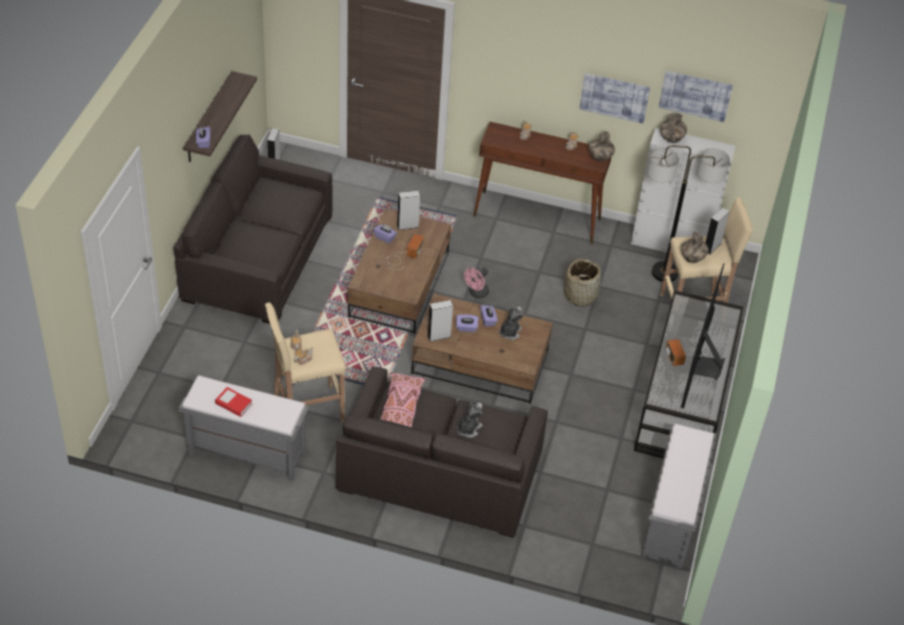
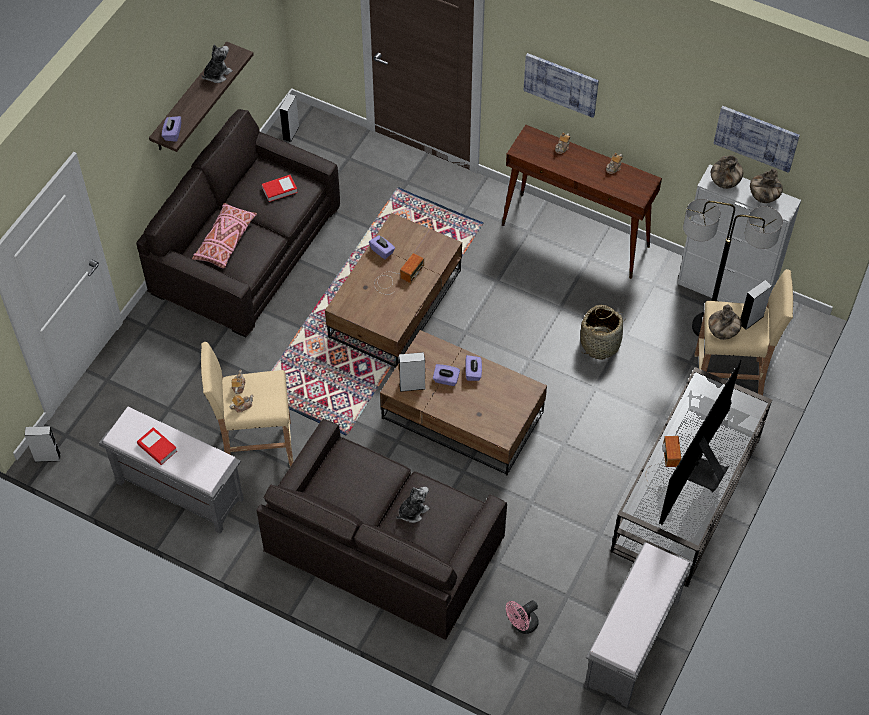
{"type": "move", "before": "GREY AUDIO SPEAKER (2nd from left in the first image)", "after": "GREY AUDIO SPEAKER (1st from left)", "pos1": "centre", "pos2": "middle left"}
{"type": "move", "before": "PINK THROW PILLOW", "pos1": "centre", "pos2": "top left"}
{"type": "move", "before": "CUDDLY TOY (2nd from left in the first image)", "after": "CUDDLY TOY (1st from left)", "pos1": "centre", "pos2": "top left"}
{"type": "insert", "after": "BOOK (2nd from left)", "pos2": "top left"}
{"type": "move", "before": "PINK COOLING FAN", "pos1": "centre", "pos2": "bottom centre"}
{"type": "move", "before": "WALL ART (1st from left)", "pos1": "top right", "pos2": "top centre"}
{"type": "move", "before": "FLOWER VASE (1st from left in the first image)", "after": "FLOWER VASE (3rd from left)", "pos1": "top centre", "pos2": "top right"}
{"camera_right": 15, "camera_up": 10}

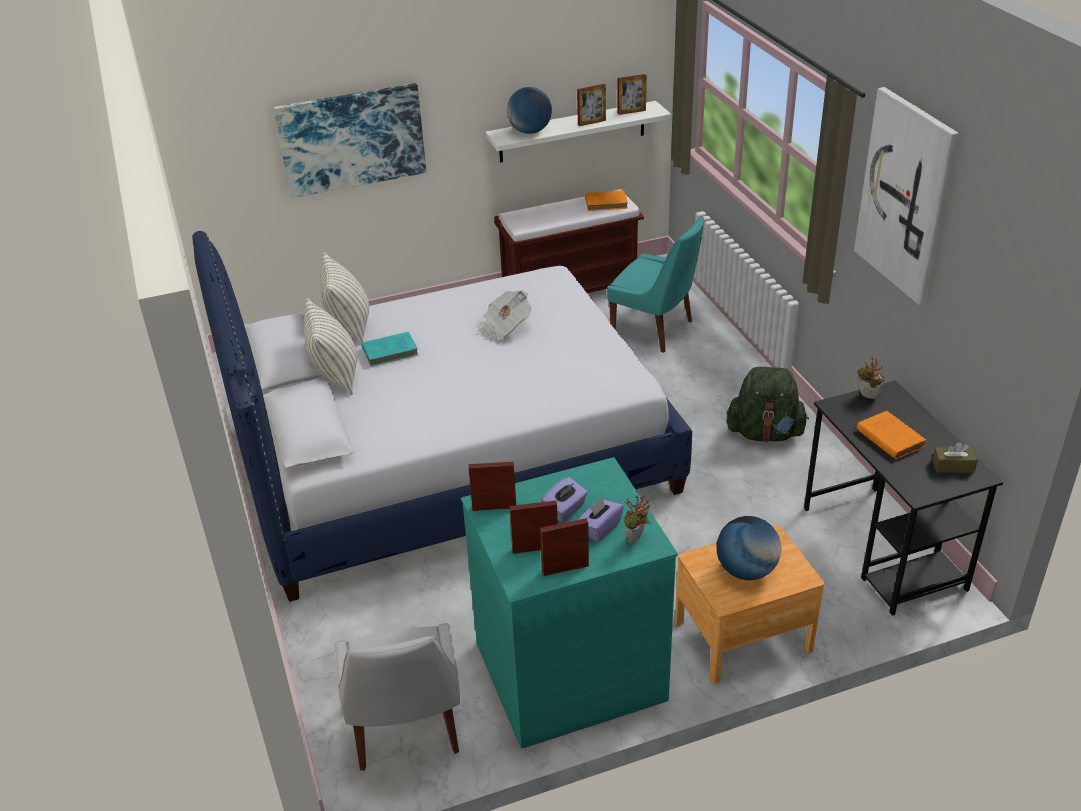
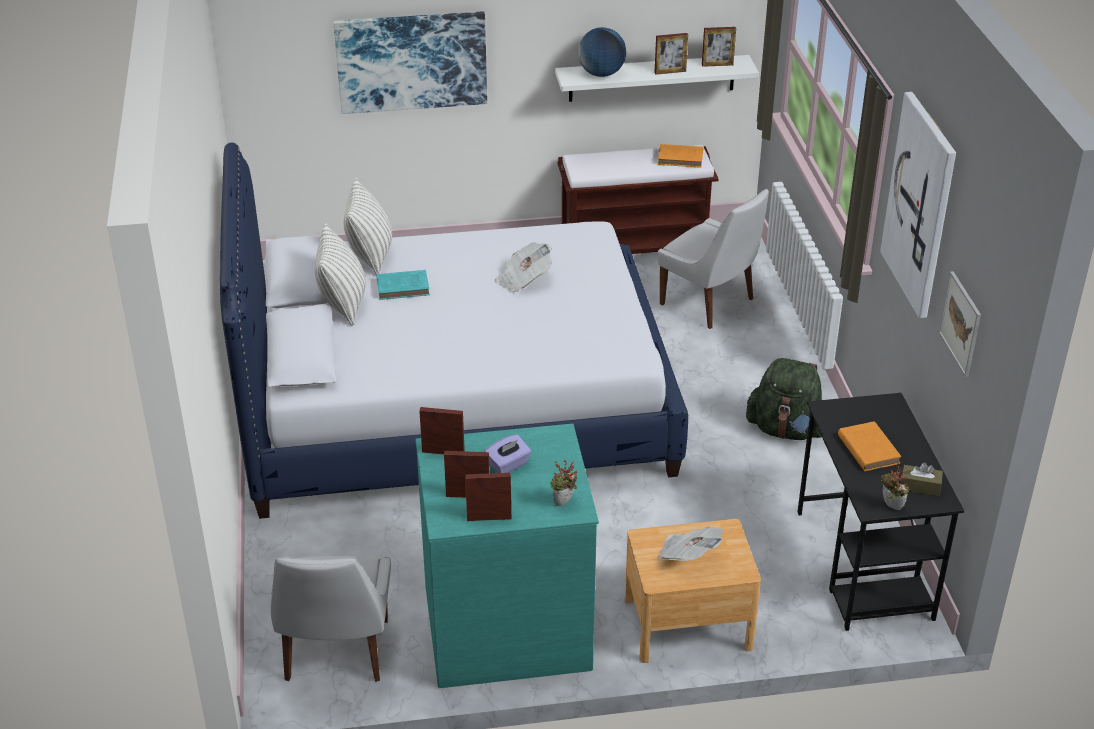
{"type": "replace", "before": "WORLD GLOBE (2nd from left)", "after": "NEWSPAPER (2nd from left)", "pos1": "bottom right", "pos2": "bottom centre"}
{"type": "recolor", "before": "BLUE-GREEN CHAIR", "after": "WHITE CHAIR (2nd from left)", "pos1": "centre", "pos2": "centre"}
{"type": "move", "before": "POTTED PLANT (2nd from left)", "pos1": "middle right", "pos2": "bottom right"}
{"type": "insert", "after": "WALL ART (3rd from left)", "pos2": "middle right"}
{"type": "delete", "before": "PURPLE-COLOURED TISSUE HOLDER (2nd from left)", "pos1": "centre"}
{"camera_right": 10, "camera_up": 0}

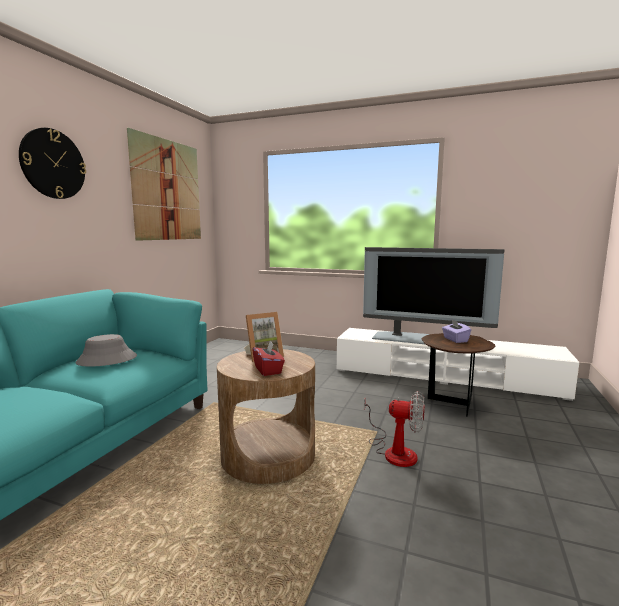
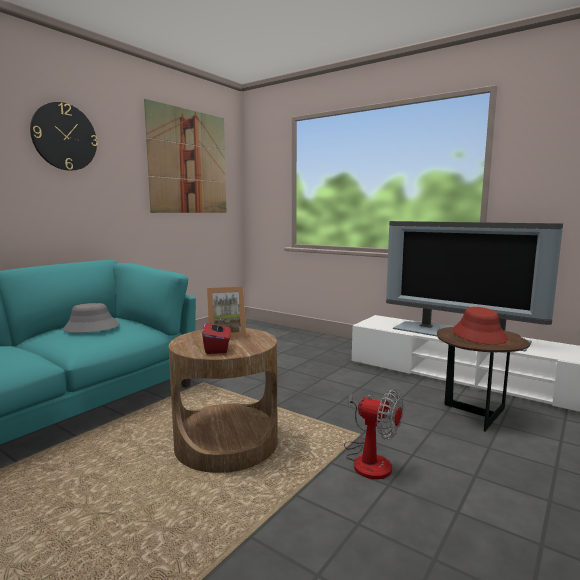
{"type": "replace", "before": "PURPLE-COLOURED TISSUE HOLDER", "after": "RED-COLOURED HAT", "pos1": "middle right", "pos2": "middle right"}
{"camera_right": 15, "camera_up": 0}

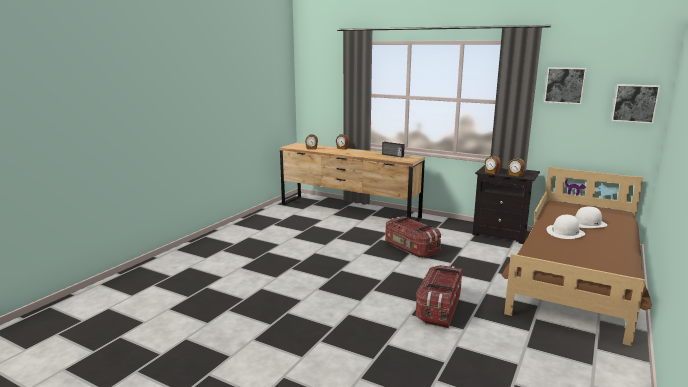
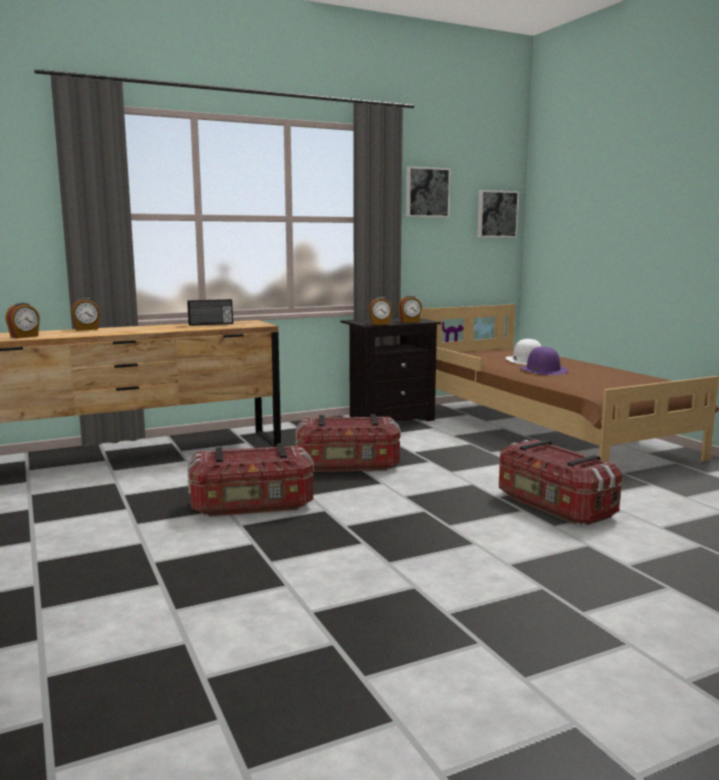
{"type": "insert", "after": "STORAGE BOX (1st from left)", "pos2": "centre"}
{"type": "recolor", "before": "WHITE HAT (1st from left)", "after": "PURPLE-COLOURED HAT", "pos1": "middle right", "pos2": "middle right"}
{"camera_right": -55, "camera_up": -5}

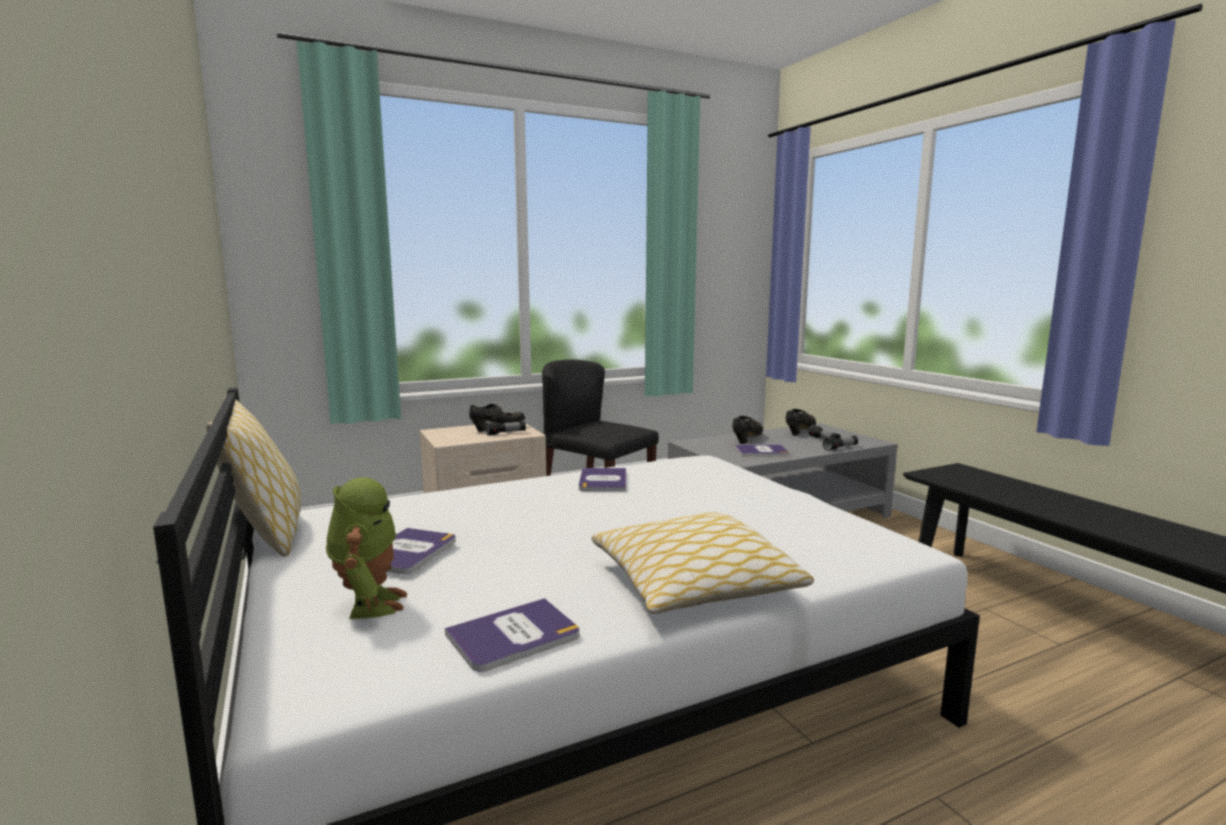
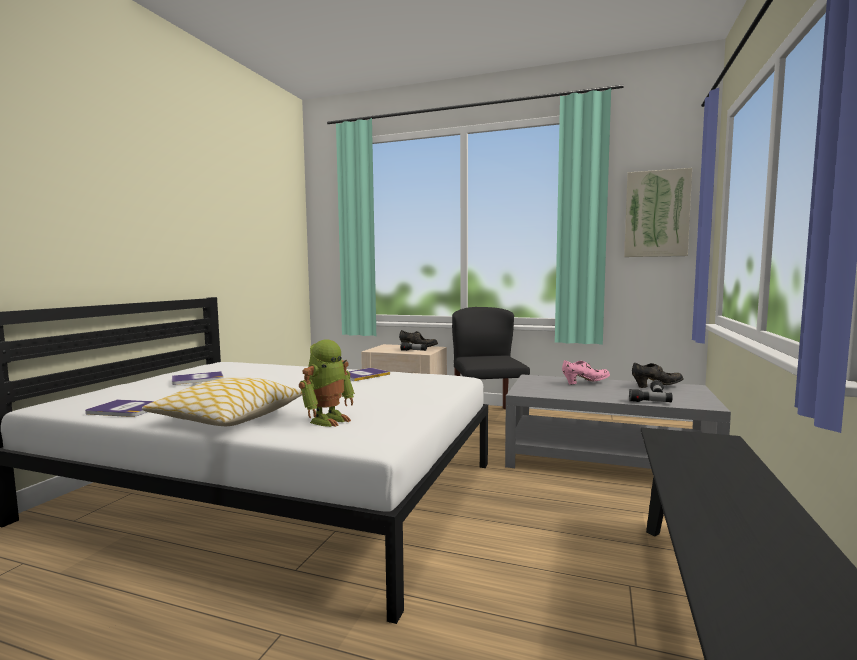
{"type": "move", "before": "TOY ROBOT", "pos1": "middle left", "pos2": "centre"}
{"type": "recolor", "before": "BLACKISH ITEM OF FOOTWEAR (2nd from left)", "after": "PINK ITEM OF FOOTWEAR", "pos1": "centre", "pos2": "middle right"}
{"type": "insert", "after": "WALL ART", "pos2": "top right"}
{"type": "delete", "before": "THROW PILLOW (1st from left)", "pos1": "middle left"}
{"type": "delete", "before": "BOOK (4th from left)", "pos1": "centre"}
{"camera_right": 45, "camera_up": -5}

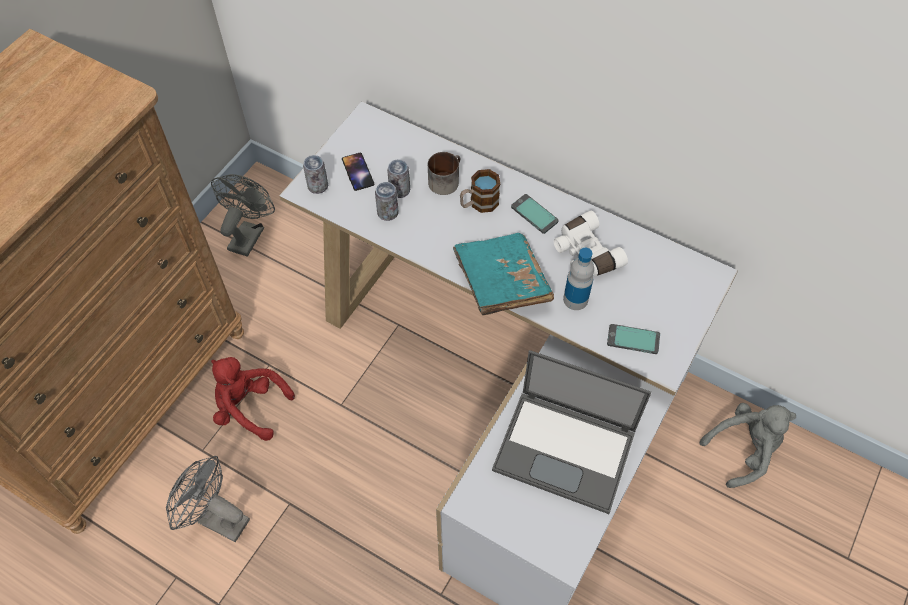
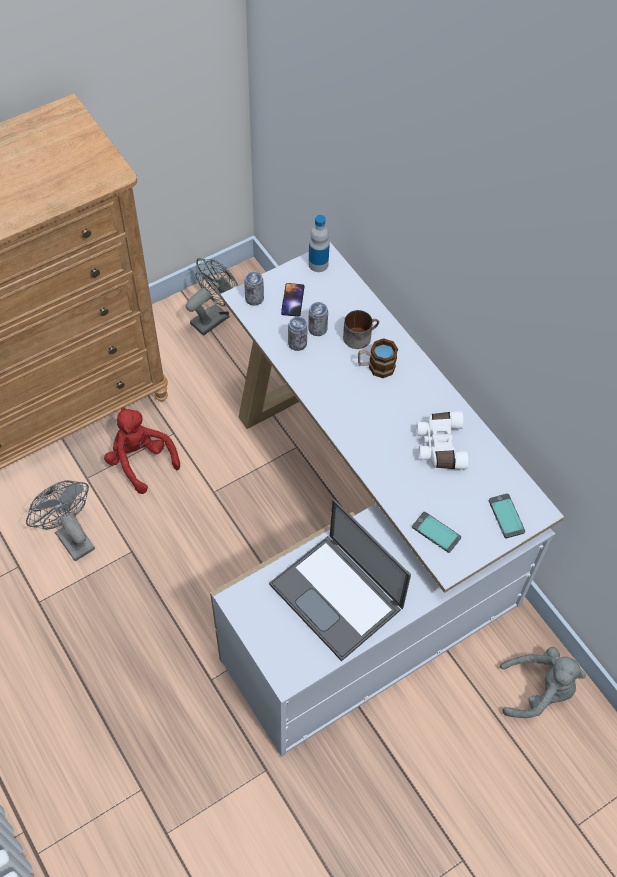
{"type": "move", "before": "DRINK BOTTLE", "pos1": "centre", "pos2": "top centre"}
{"type": "move", "before": "PHONE (2nd from left in the first image)", "after": "PHONE (3rd from left)", "pos1": "centre", "pos2": "middle right"}
{"type": "delete", "before": "BLUE-GREEN BOOK", "pos1": "centre"}
{"camera_right": 25, "camera_up": 0}

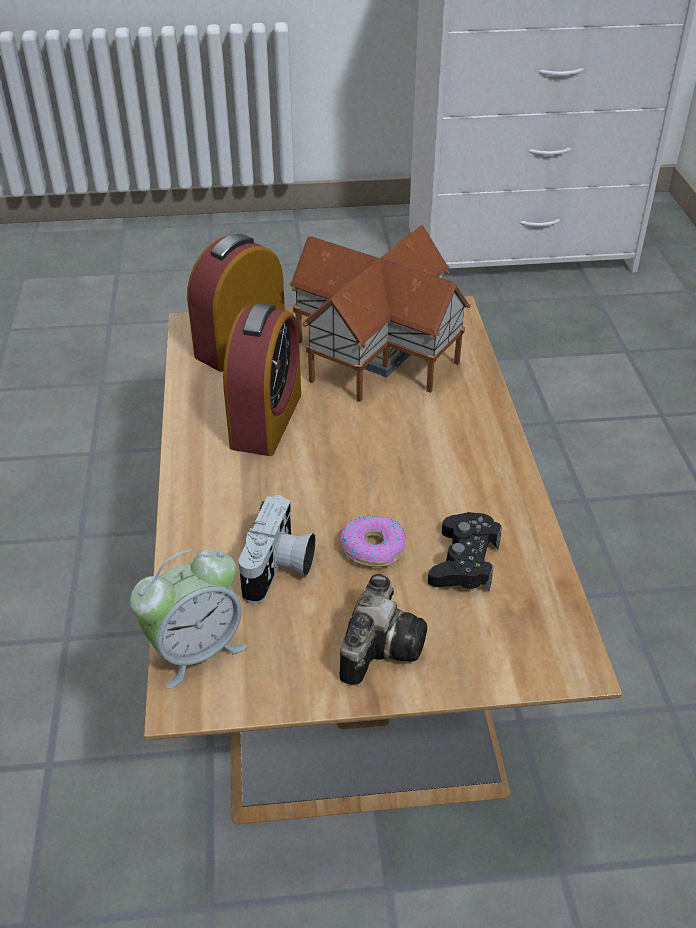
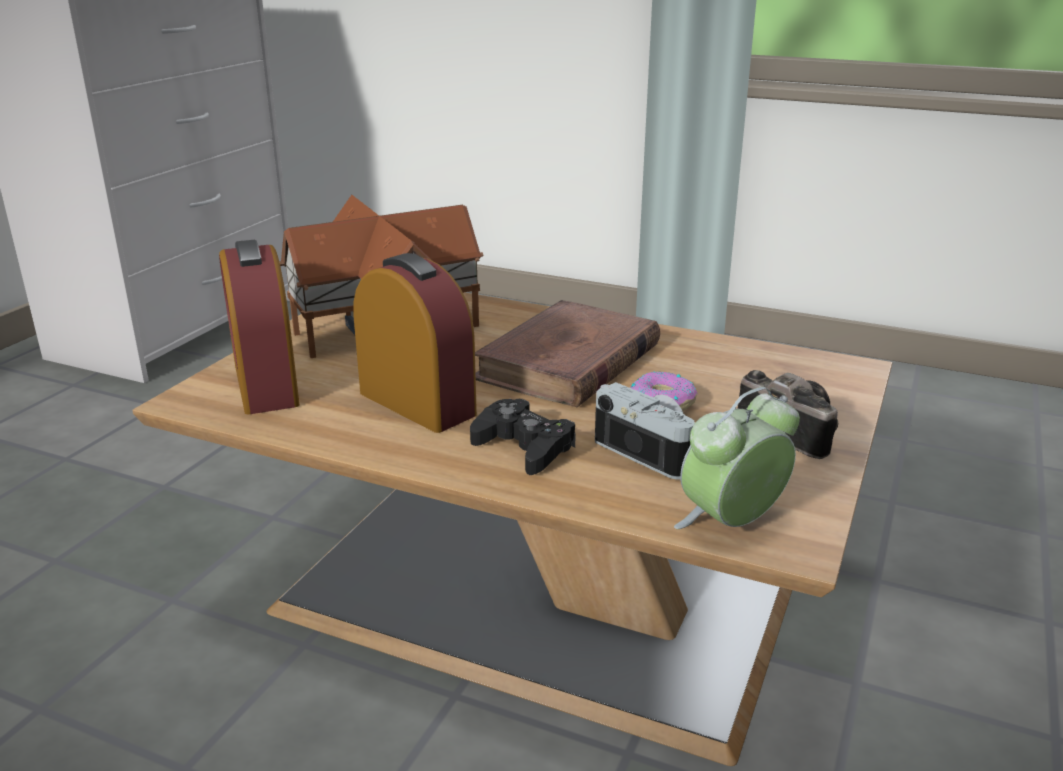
{"type": "move", "before": "BLACKISH GAME CONTROLLER", "pos1": "middle right", "pos2": "centre"}
{"type": "insert", "after": "BROWNISH BOOK", "pos2": "centre"}
{"type": "rotate", "before": "TABLE CLOCK (1st from left in the first image)", "pos1": "bottom left", "pos2": "middle right", "turn": -120}
{"camera_right": -60, "camera_up": -15}

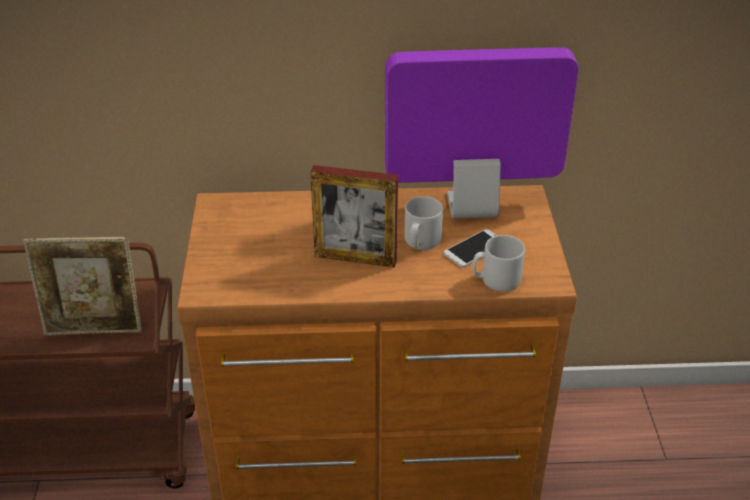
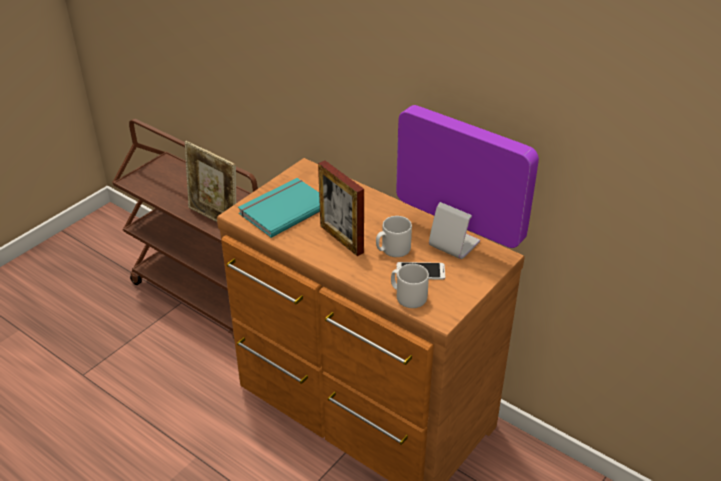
{"type": "insert", "after": "BLUE-GREEN BOOK", "pos2": "centre"}
{"camera_right": 40, "camera_up": 0}

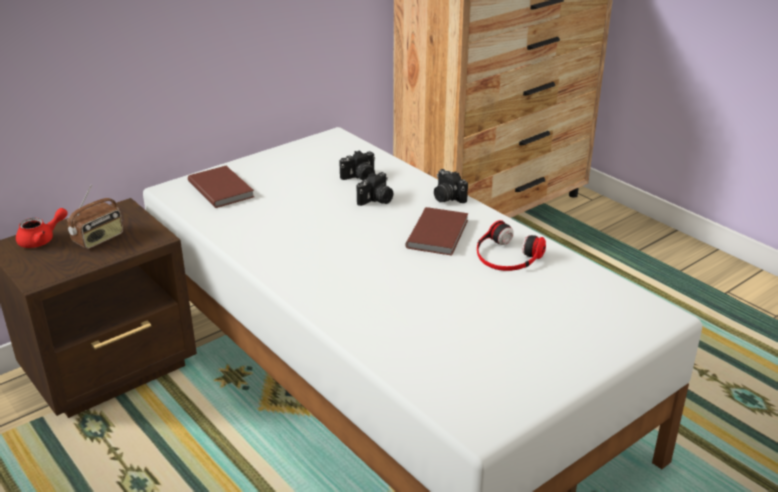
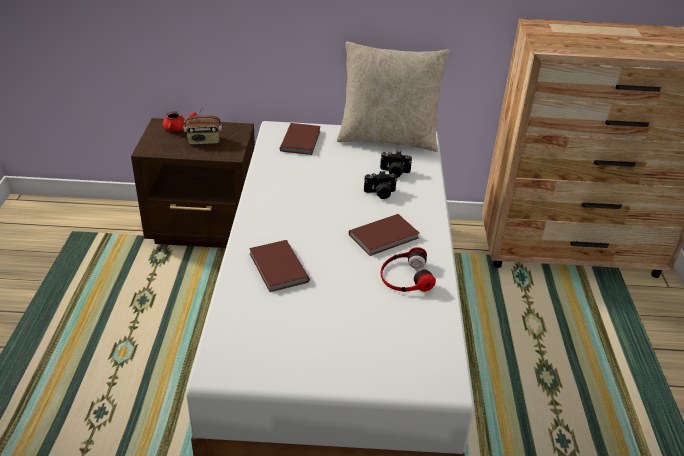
{"type": "insert", "after": "BROWNISH BOOK (1st from left)", "pos2": "centre"}
{"type": "insert", "after": "BEIGE-COLOURED THROW PILLOW", "pos2": "top centre"}
{"type": "delete", "before": "PHOTO CAMERA (3rd from left)", "pos1": "centre"}
{"camera_right": 40, "camera_up": 5}

